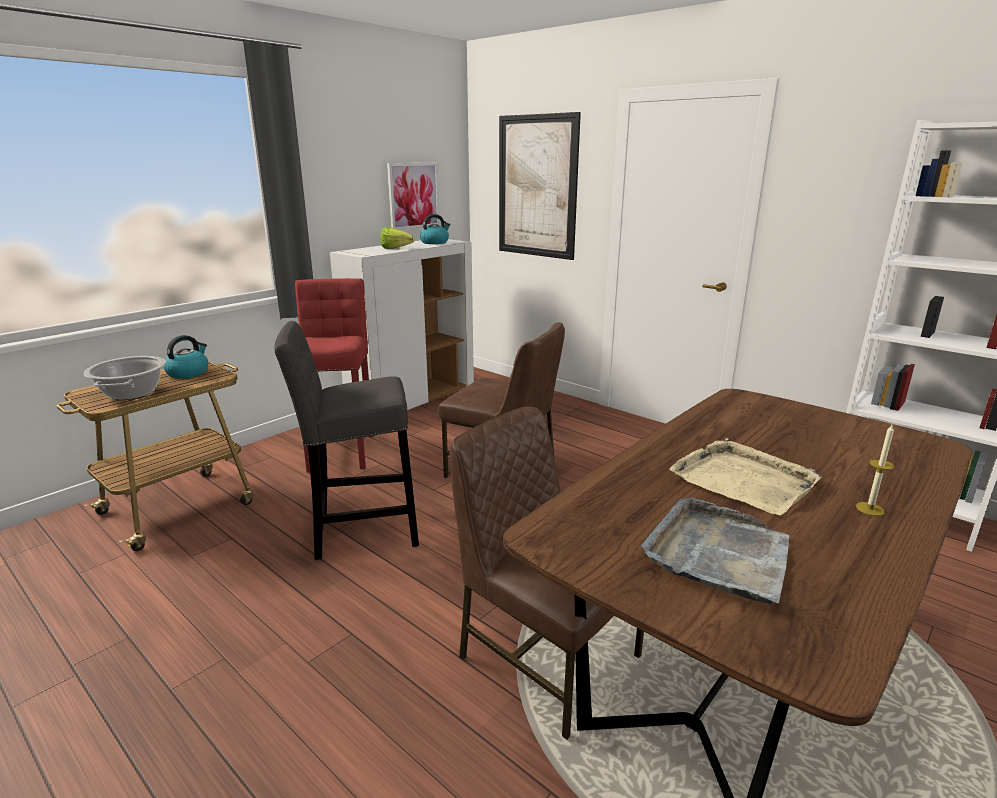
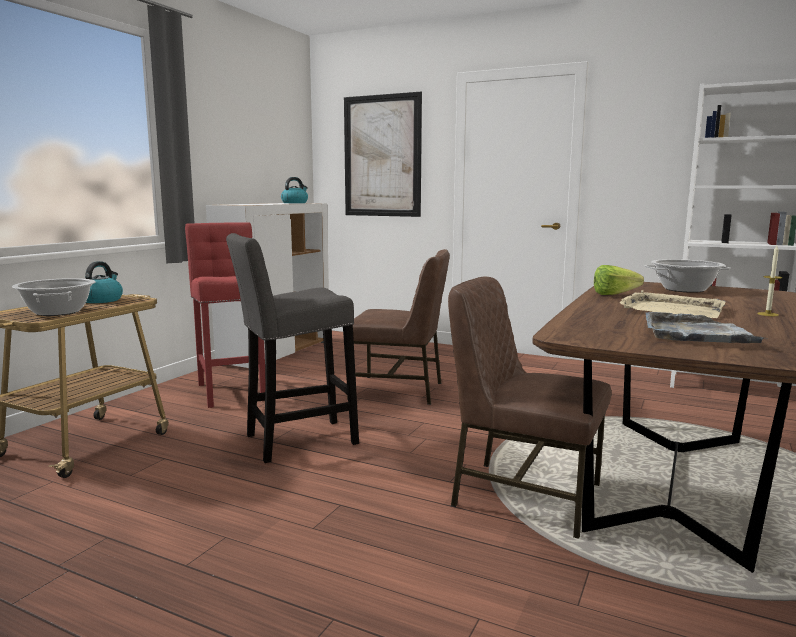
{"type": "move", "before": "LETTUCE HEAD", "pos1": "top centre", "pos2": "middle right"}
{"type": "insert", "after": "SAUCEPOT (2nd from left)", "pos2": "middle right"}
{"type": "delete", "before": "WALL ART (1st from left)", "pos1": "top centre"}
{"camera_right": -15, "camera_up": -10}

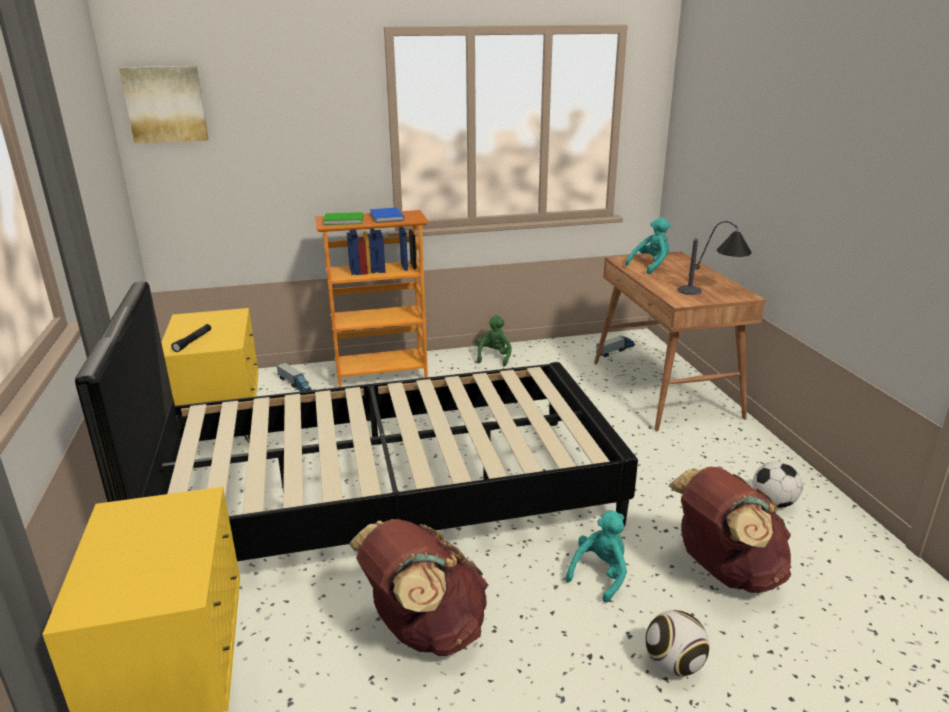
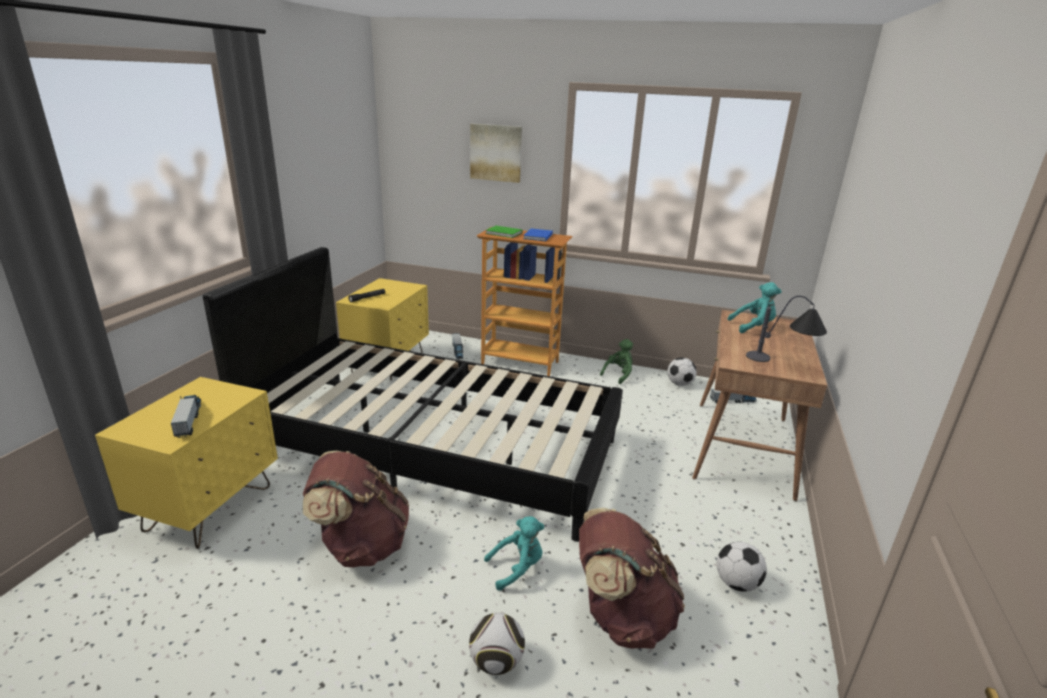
{"type": "insert", "after": "TOY LORRY (1st from left)", "pos2": "middle left"}
{"type": "move", "before": "WALL ART", "pos1": "top left", "pos2": "top centre"}
{"type": "insert", "after": "FOOTBALL BALL (2nd from left)", "pos2": "centre"}
{"camera_right": 30, "camera_up": 0}

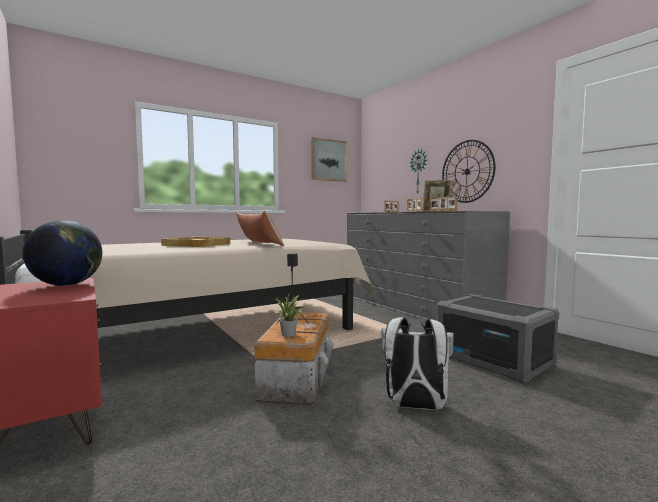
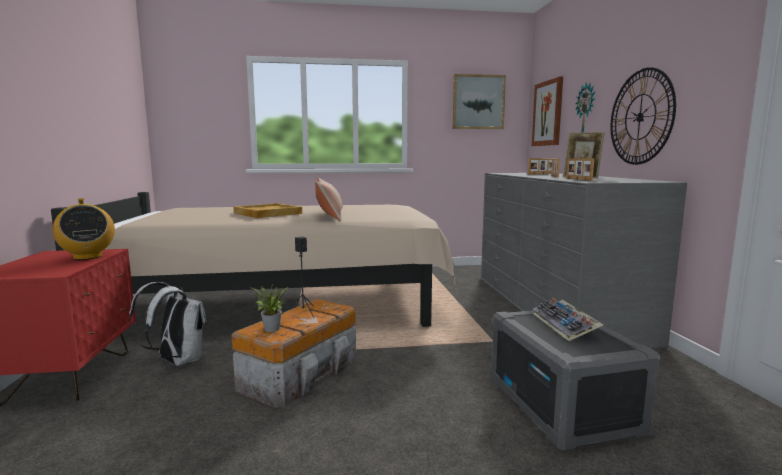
{"type": "replace", "before": "WORLD GLOBE", "after": "RADIO", "pos1": "middle left", "pos2": "middle left"}
{"type": "move", "before": "WHITE RUCKSACK", "pos1": "bottom centre", "pos2": "bottom left"}
{"type": "insert", "after": "WALL ART (2nd from left)", "pos2": "top right"}
{"type": "insert", "after": "KEYBOARD", "pos2": "bottom right"}
{"camera_right": 25, "camera_up": 5}

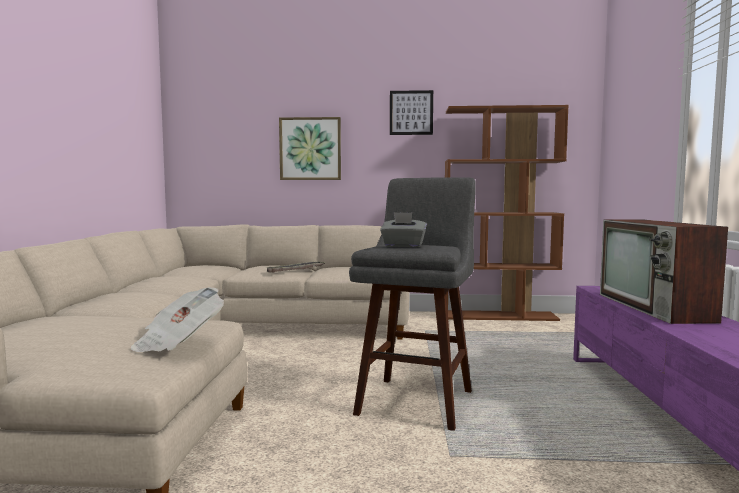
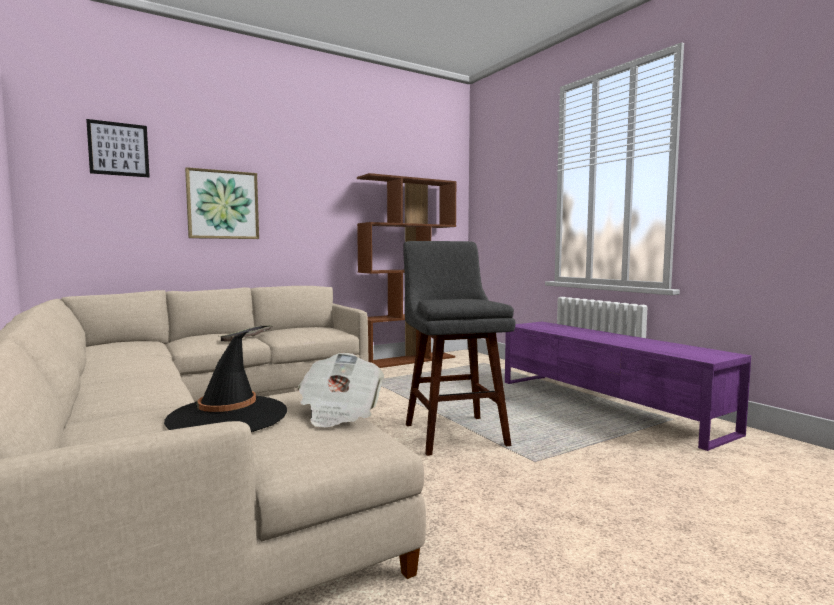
{"type": "move", "before": "WALL ART (2nd from left in the first image)", "after": "WALL ART (1st from left)", "pos1": "top centre", "pos2": "top left"}
{"type": "insert", "after": "BLACKISH HAT", "pos2": "middle left"}
{"type": "delete", "before": "GREY TISSUE HOLDER", "pos1": "centre"}
{"type": "delete", "before": "TV", "pos1": "middle right"}
{"camera_right": -35, "camera_up": 0}

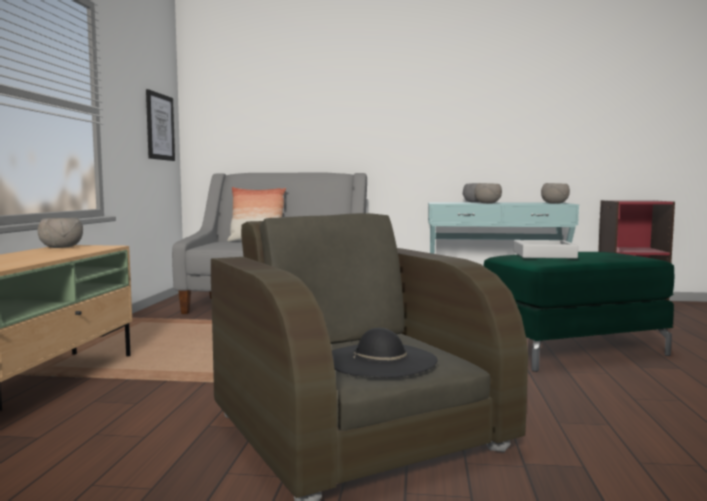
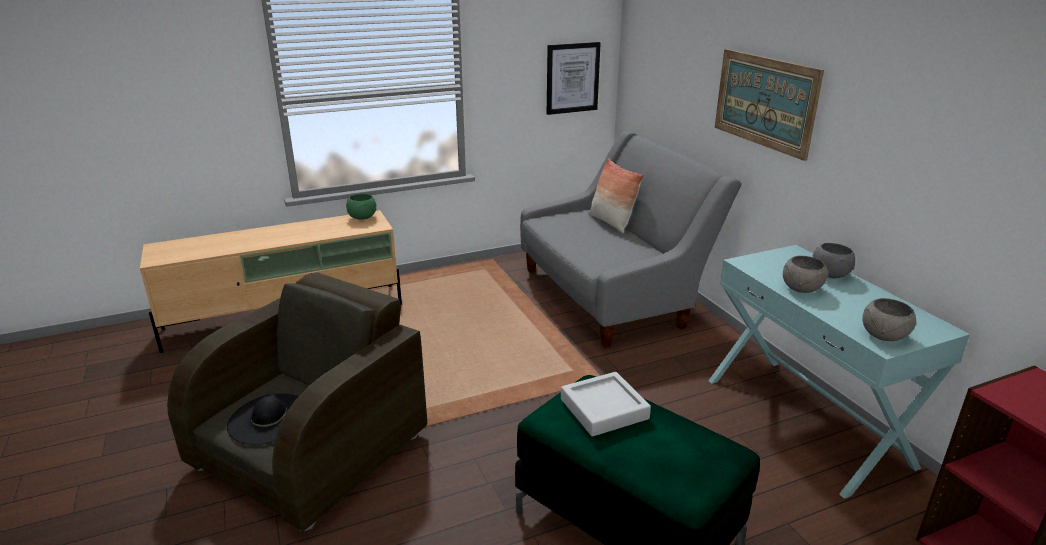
{"type": "recolor", "before": "GREY SERVING BOWL (1st from left)", "after": "GREEN-COLOURED SERVING BOWL", "pos1": "middle left", "pos2": "centre"}
{"type": "insert", "after": "WALL ART (2nd from left)", "pos2": "top right"}
{"camera_right": 60, "camera_up": 20}

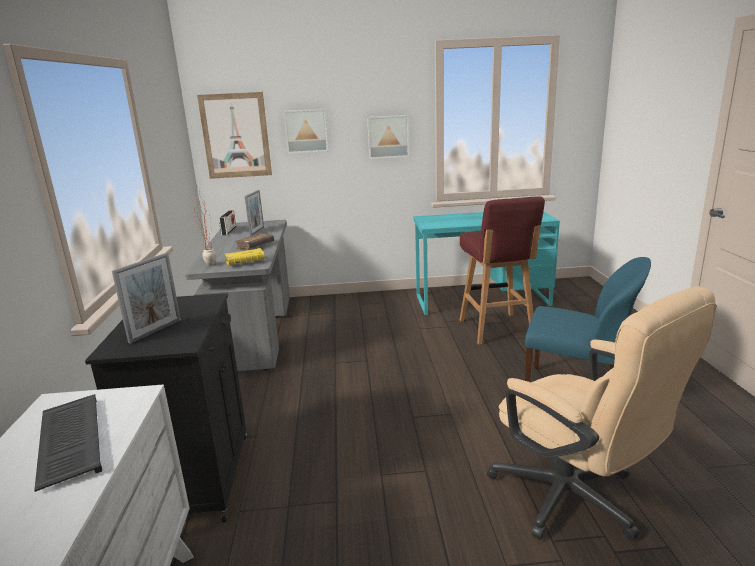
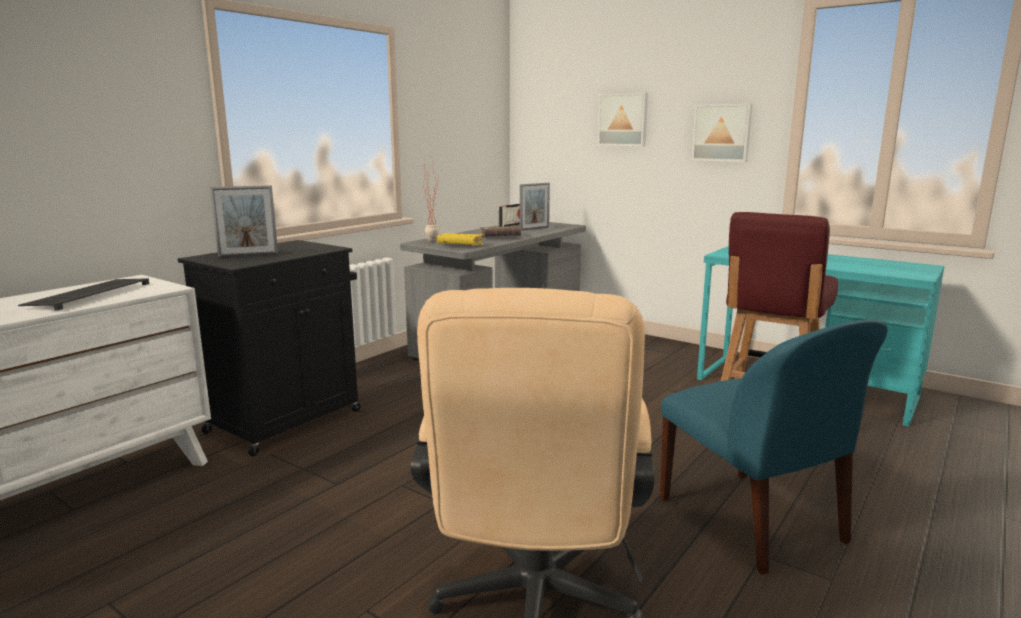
{"type": "delete", "before": "WALL ART (1st from left)", "pos1": "top left"}
{"camera_right": 40, "camera_up": -5}

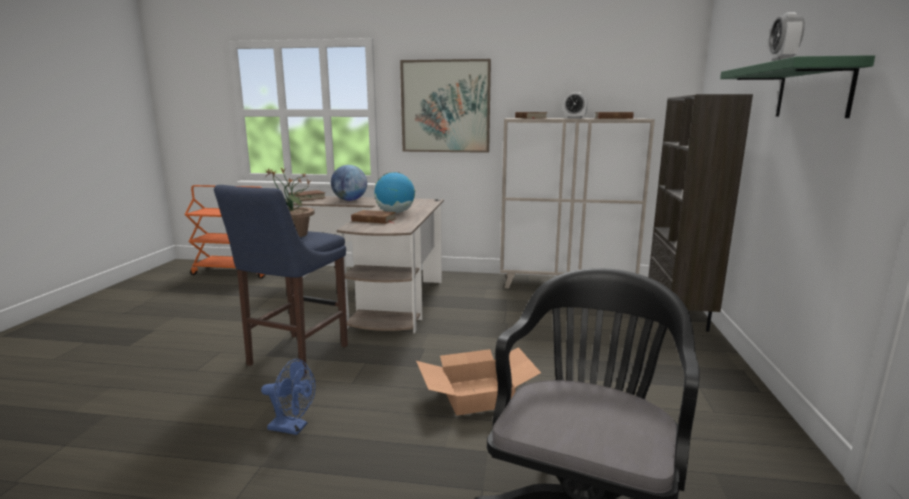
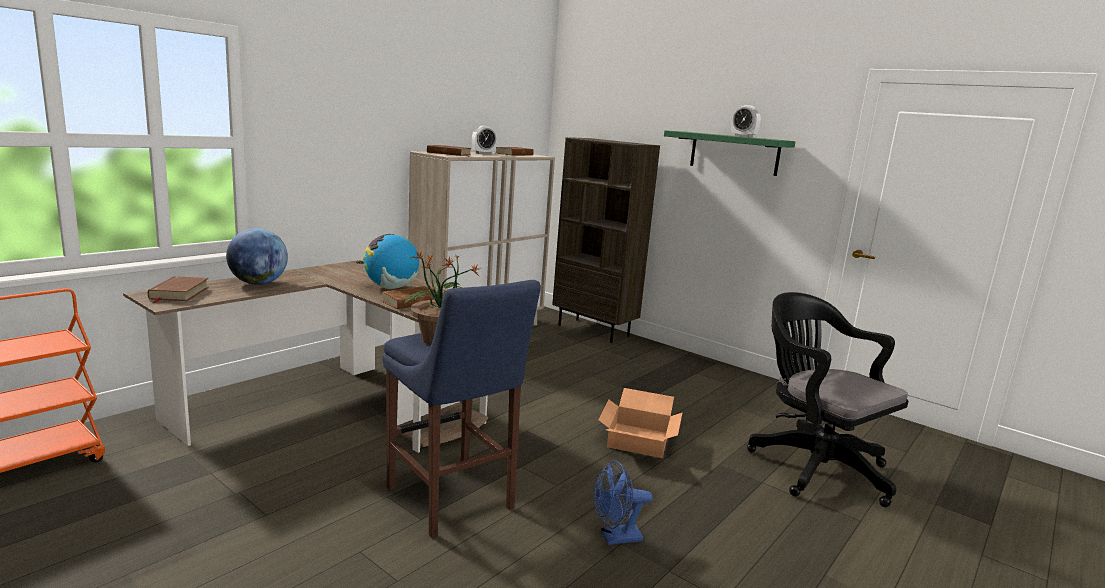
{"type": "rotate", "before": "BLUE-COLOURED COOLING FAN", "pos1": "bottom left", "pos2": "bottom centre", "turn": -150}
{"type": "delete", "before": "WALL ART", "pos1": "top centre"}
{"camera_right": -60, "camera_up": 0}

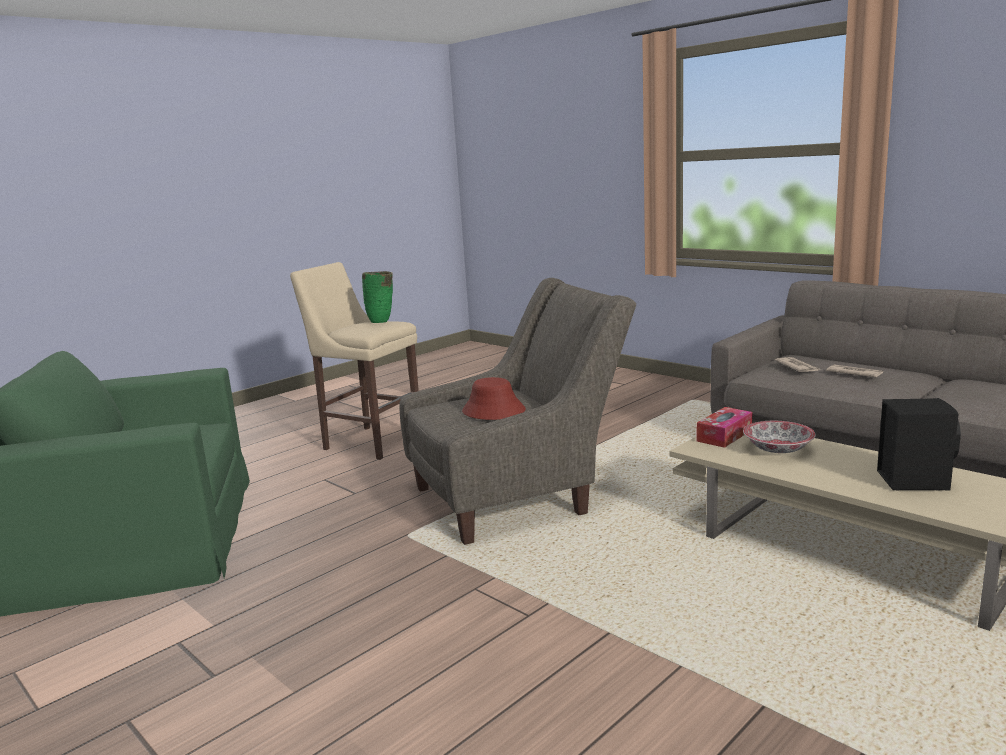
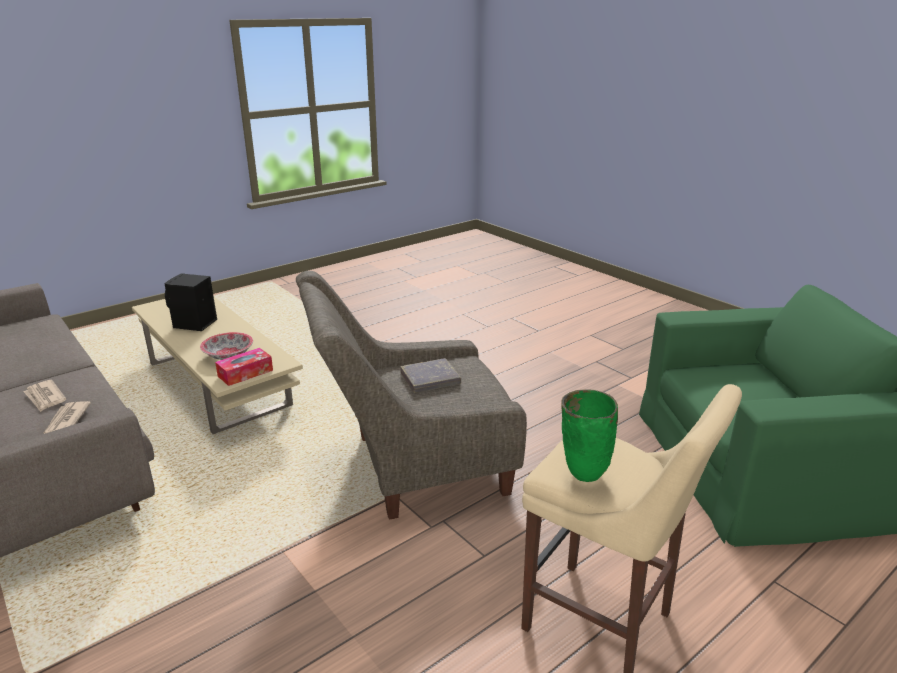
{"type": "replace", "before": "RED-COLOURED HAT", "after": "GREY BOOK", "pos1": "centre", "pos2": "centre"}
{"camera_right": -175, "camera_up": 10}

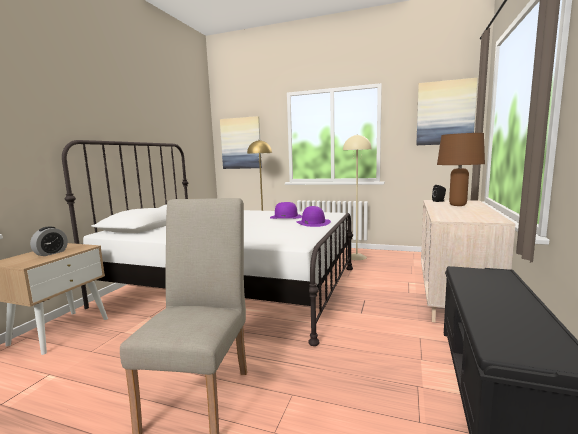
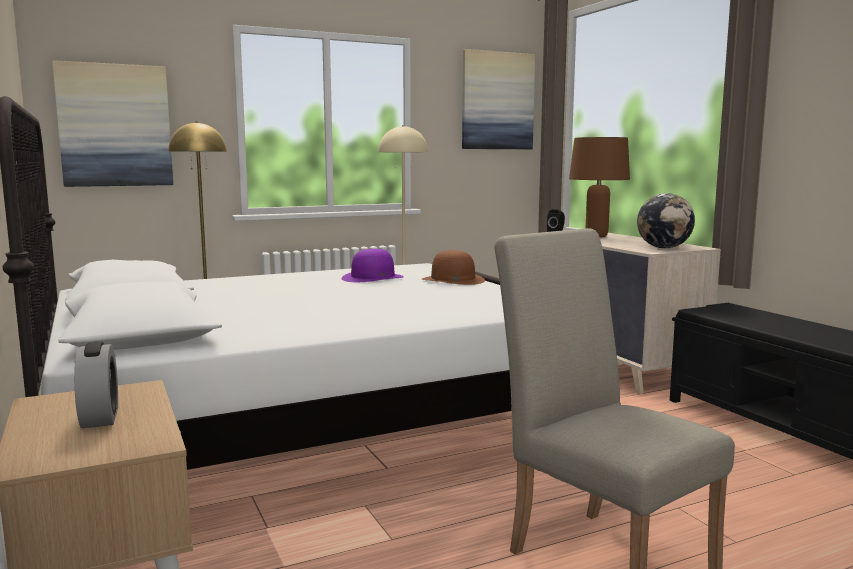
{"type": "recolor", "before": "PURPLE-COLOURED HAT (2nd from left)", "after": "BROWNISH HAT", "pos1": "centre", "pos2": "centre"}
{"type": "insert", "after": "WORLD GLOBE", "pos2": "middle right"}
{"camera_right": -45, "camera_up": 0}

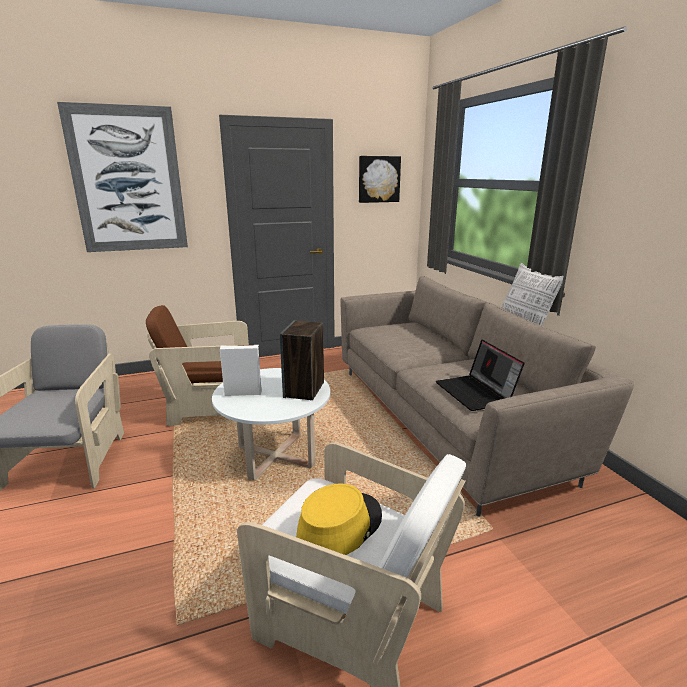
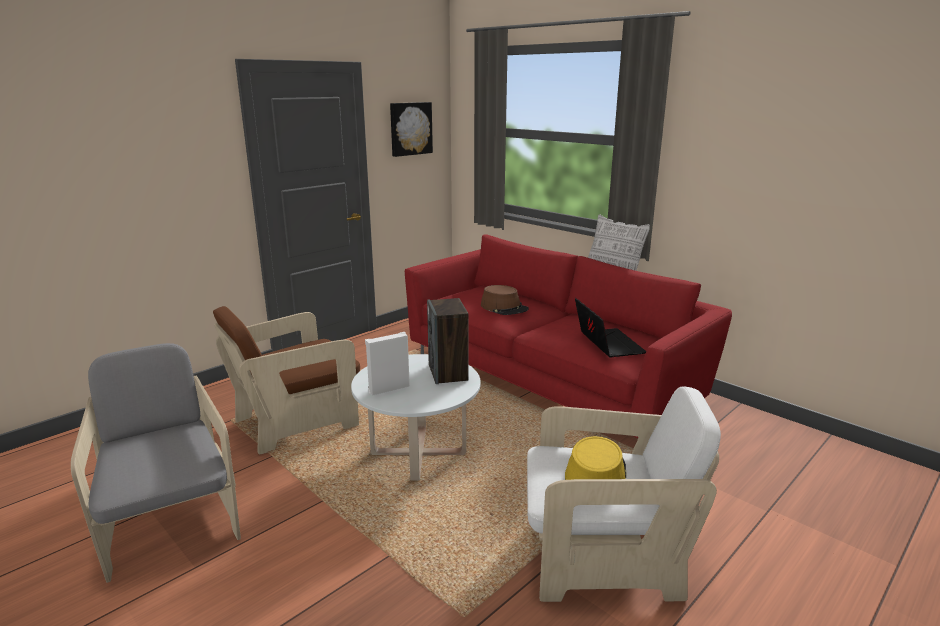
{"type": "recolor", "before": "BEIGE-COLOURED SETTEE", "after": "RED-COLOURED SETTEE", "pos1": "middle right", "pos2": "centre"}
{"type": "insert", "after": "BROWNISH HAT", "pos2": "centre"}
{"type": "rotate", "before": "NOTEBOOK COMPUTER", "pos1": "middle right", "pos2": "centre", "turn": -150}
{"type": "delete", "before": "WALL ART (1st from left)", "pos1": "top left"}
{"camera_right": -25, "camera_up": 0}

